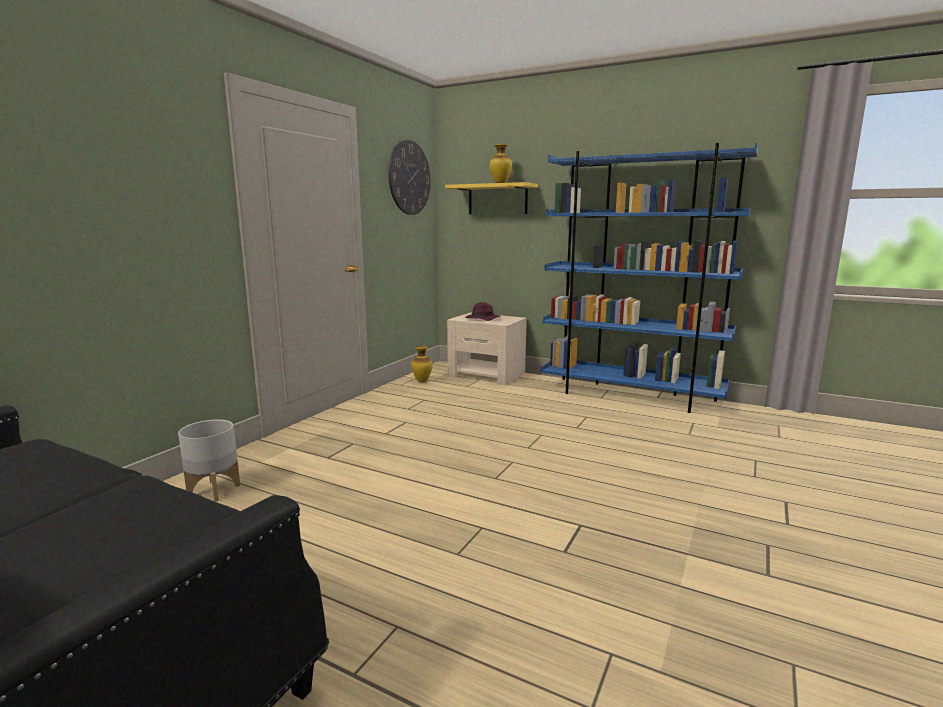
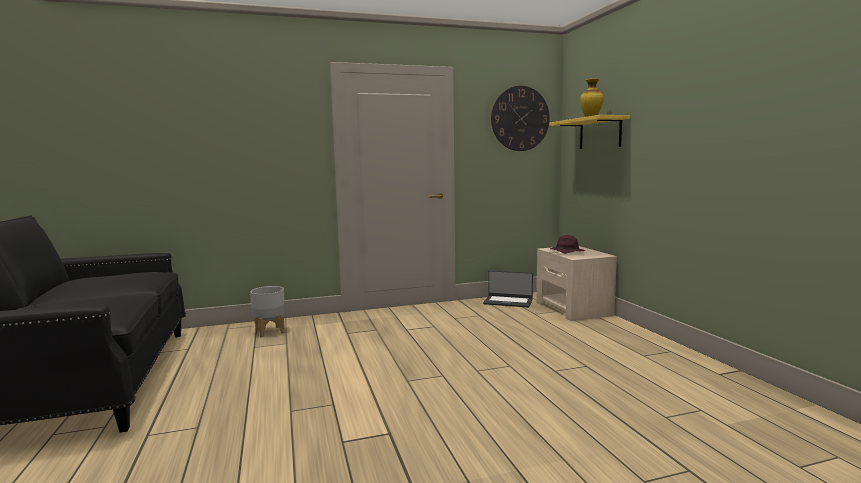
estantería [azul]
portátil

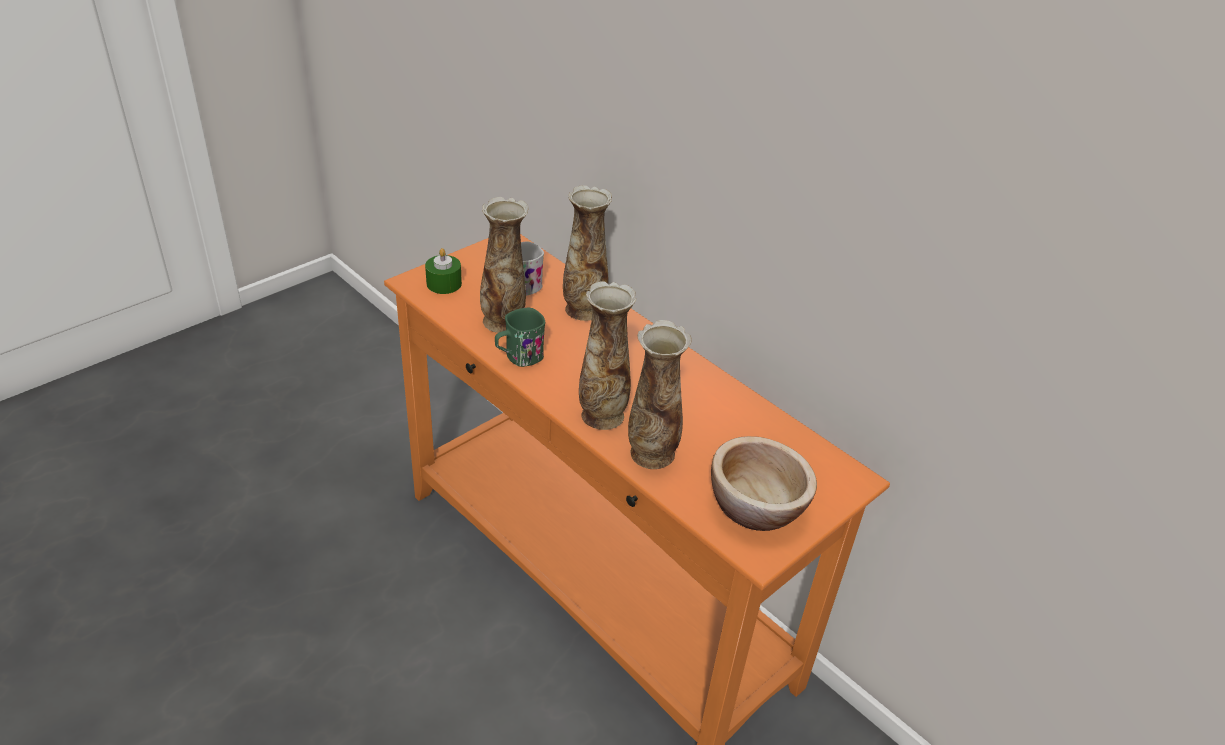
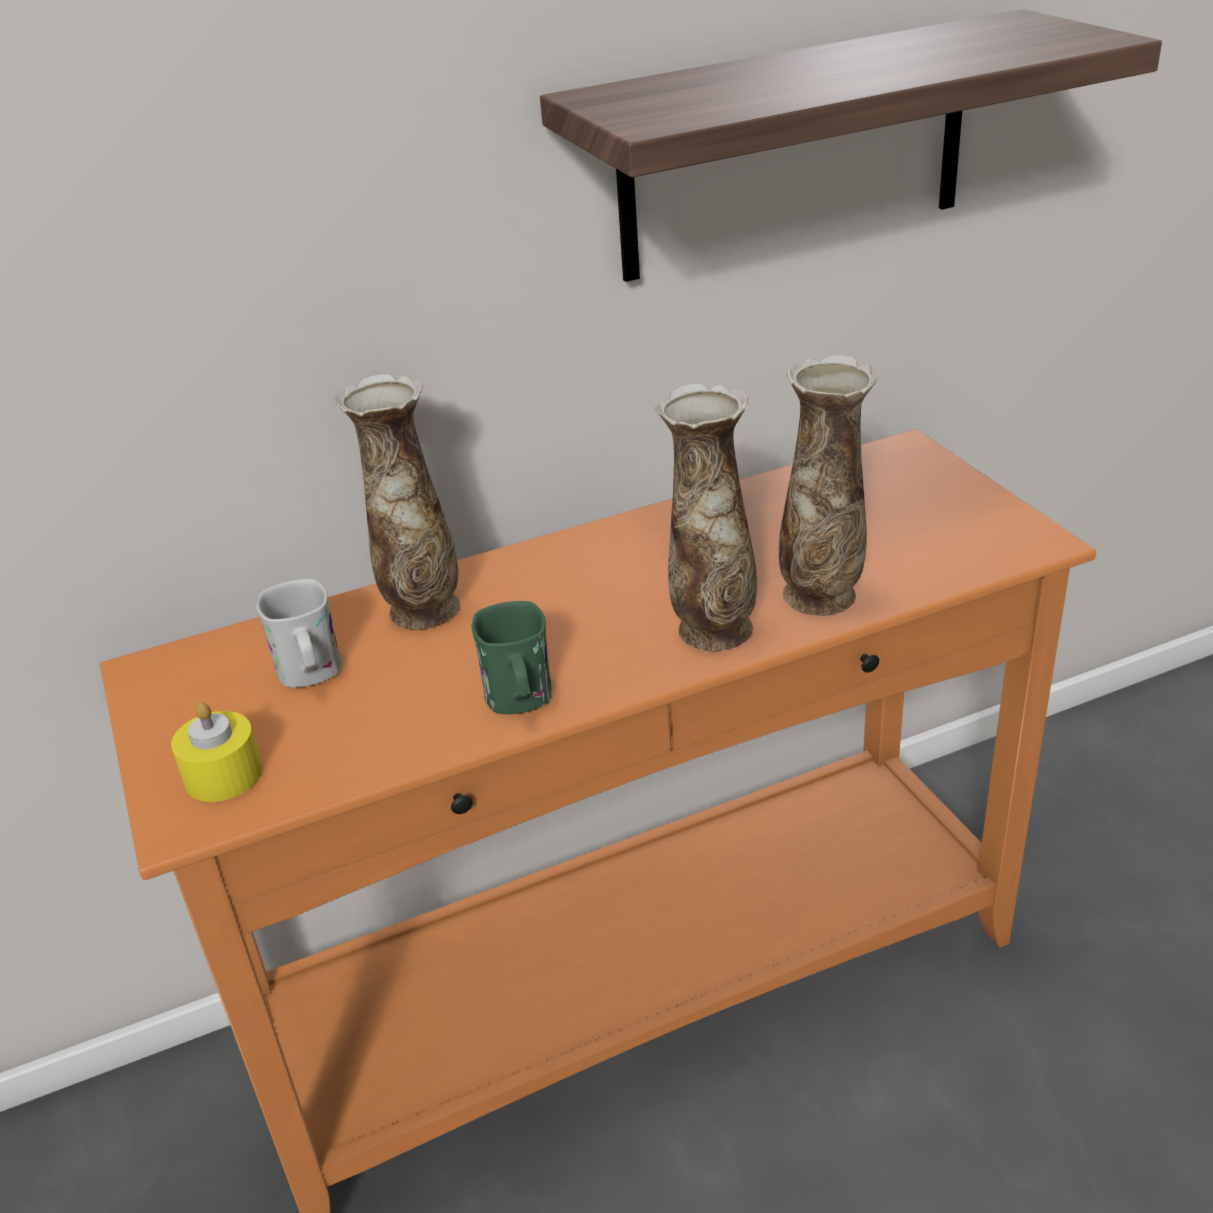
florero (no. 1 from left in the first image)
cuenco
estante
vela [amarillo]

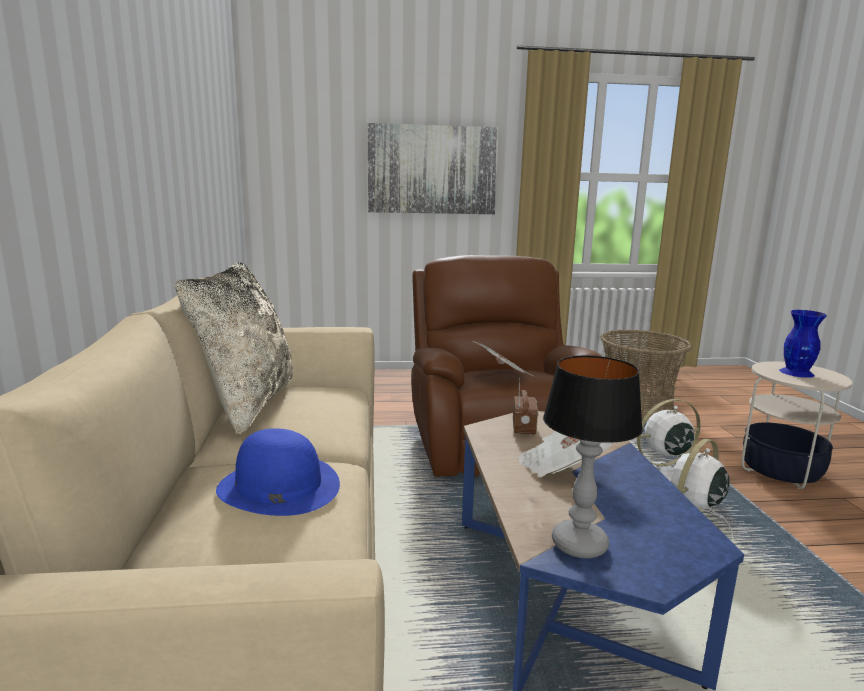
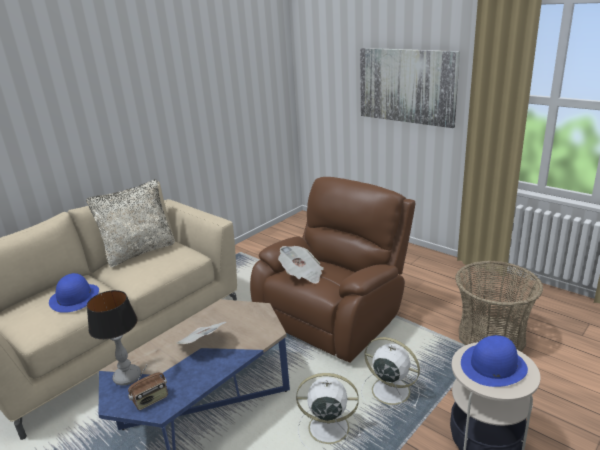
radio
sombrero [azul] (no. 2 from left)

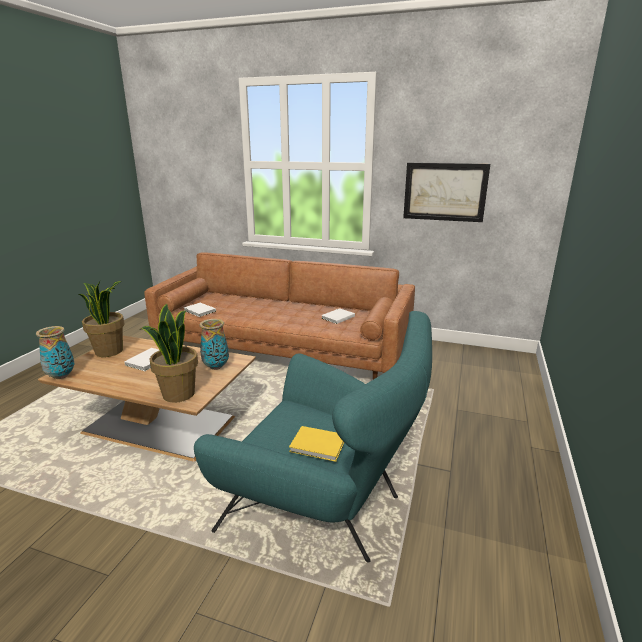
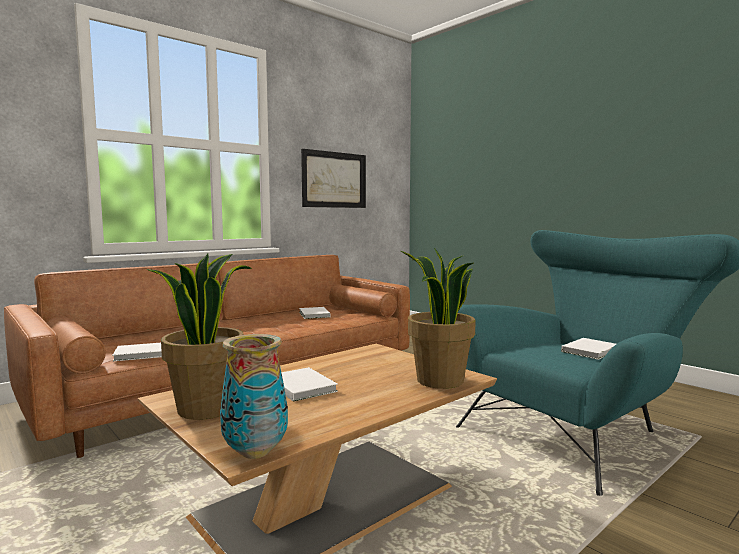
florero (no. 2 from left in the first image)
libro [blanco] (no. 4 from left)

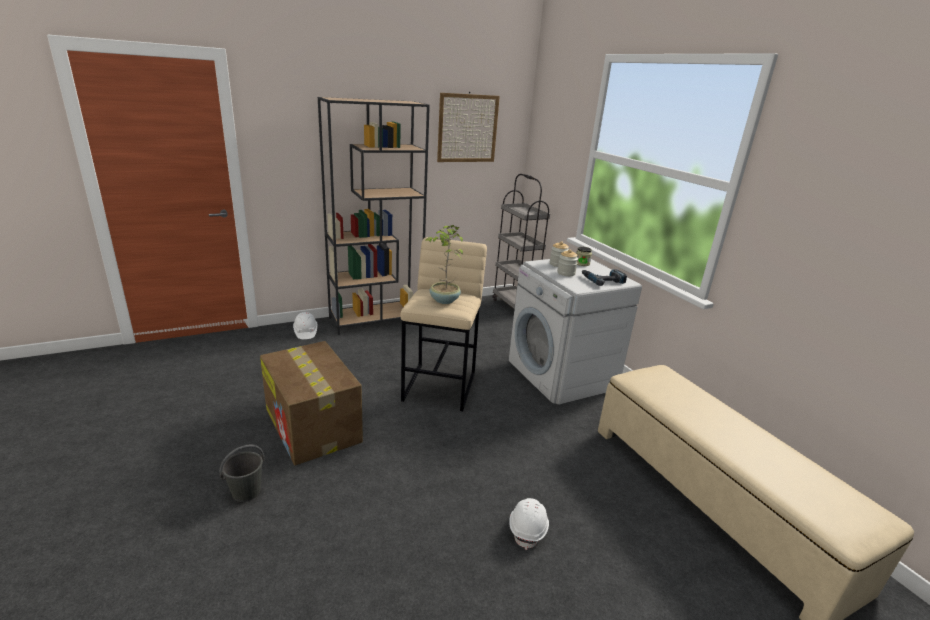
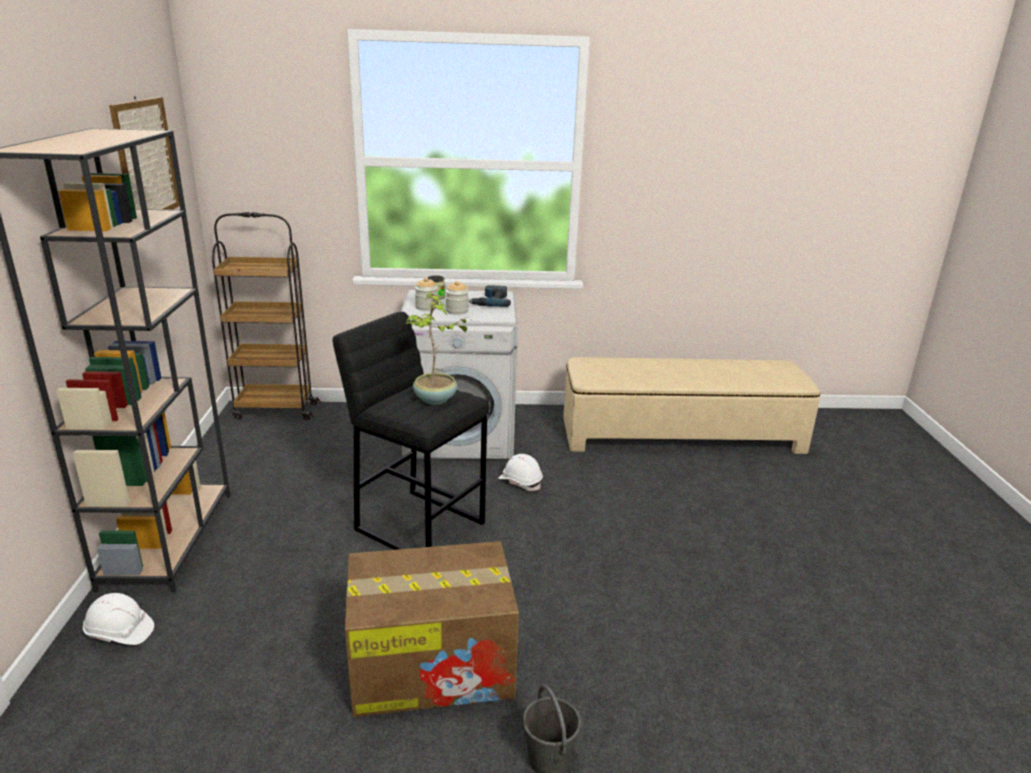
casco [blanco] (no. 2 from left)
taburete [negro]
carrito [marrón]

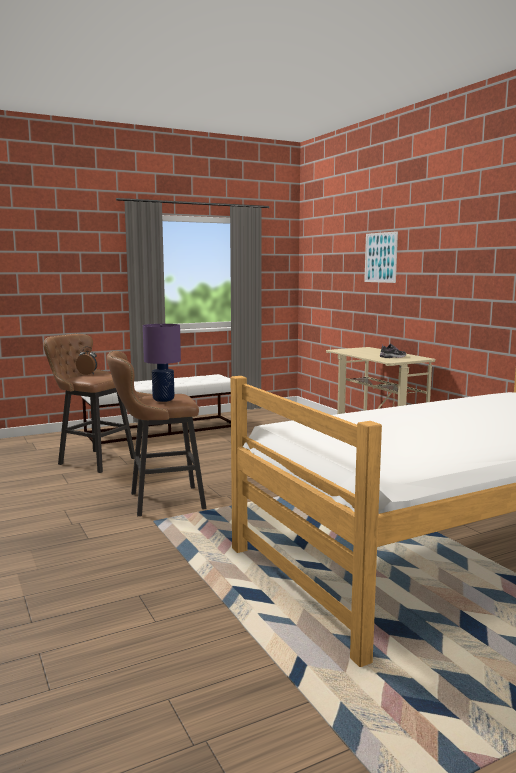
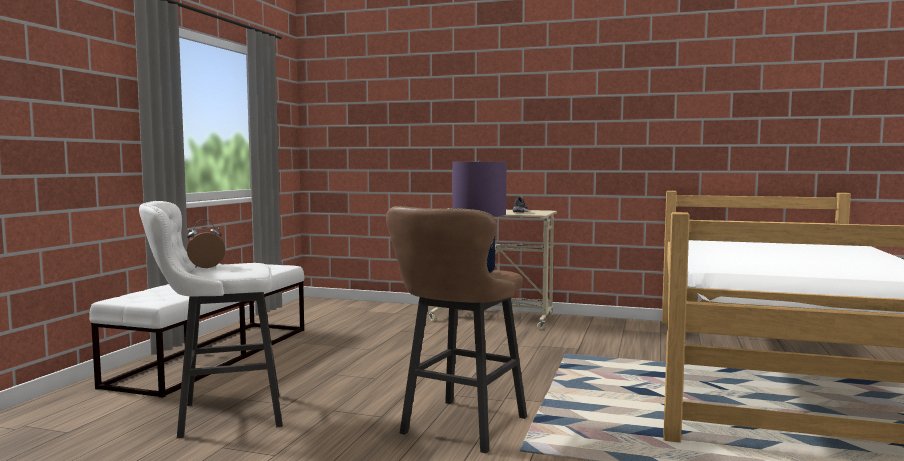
cuadro
taburete [blanco]

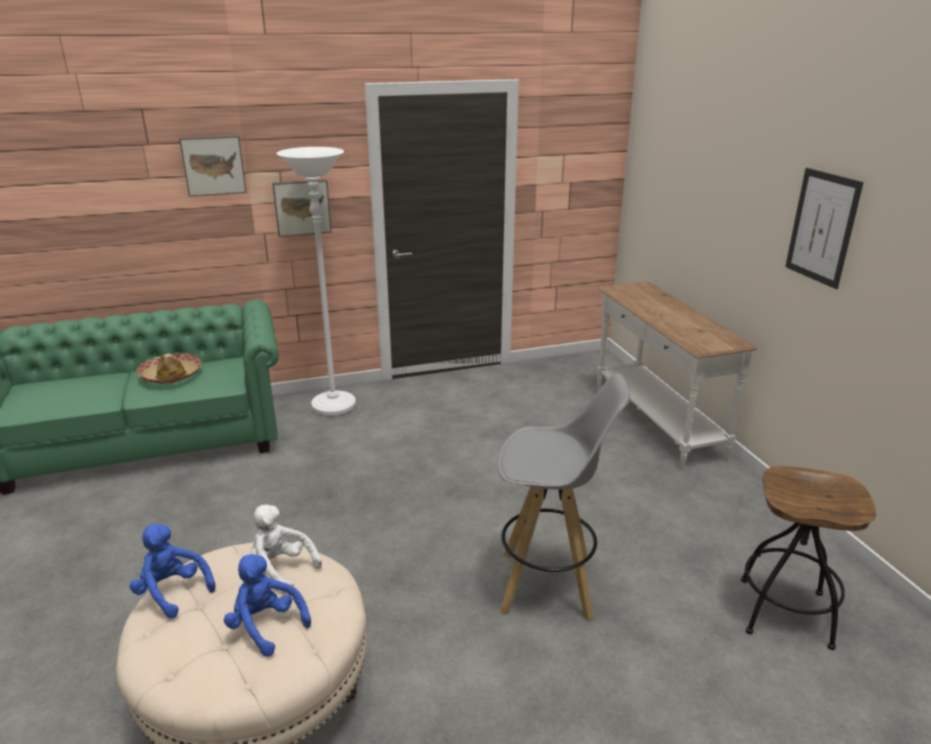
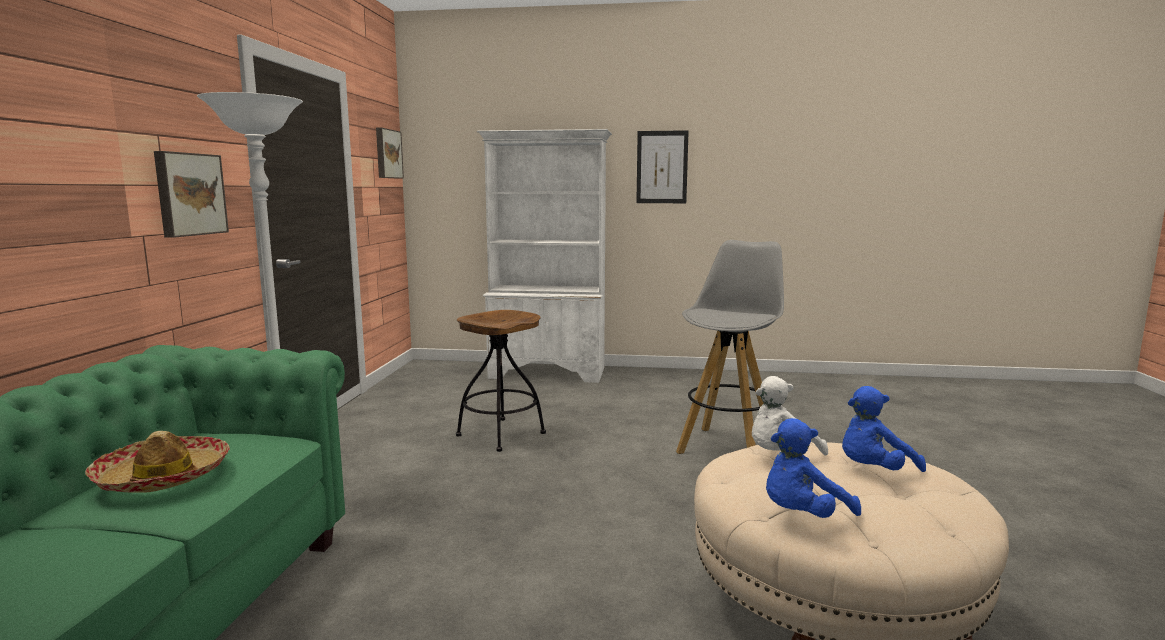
cuadro (no. 2 from left)
taburete [marrón]
estantería [blanco]

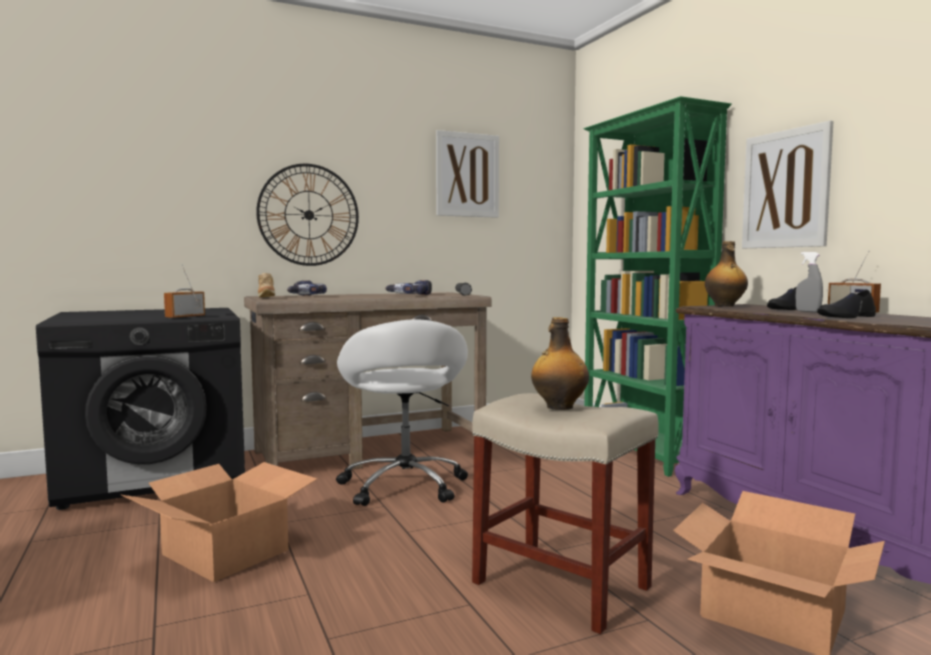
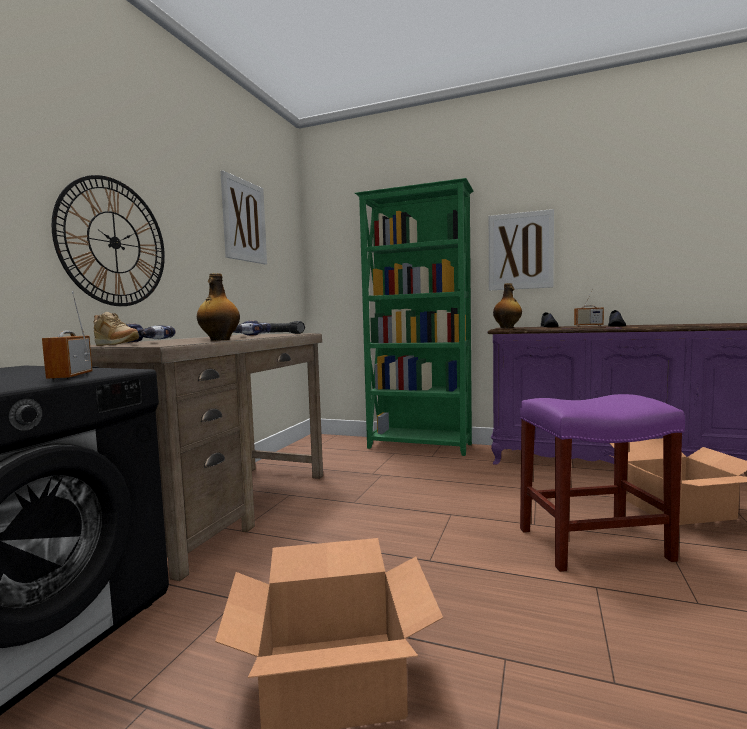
silla de oficina [blanco]
pulverizador [gris]
botella (no. 1 from left)
taburete [morado]

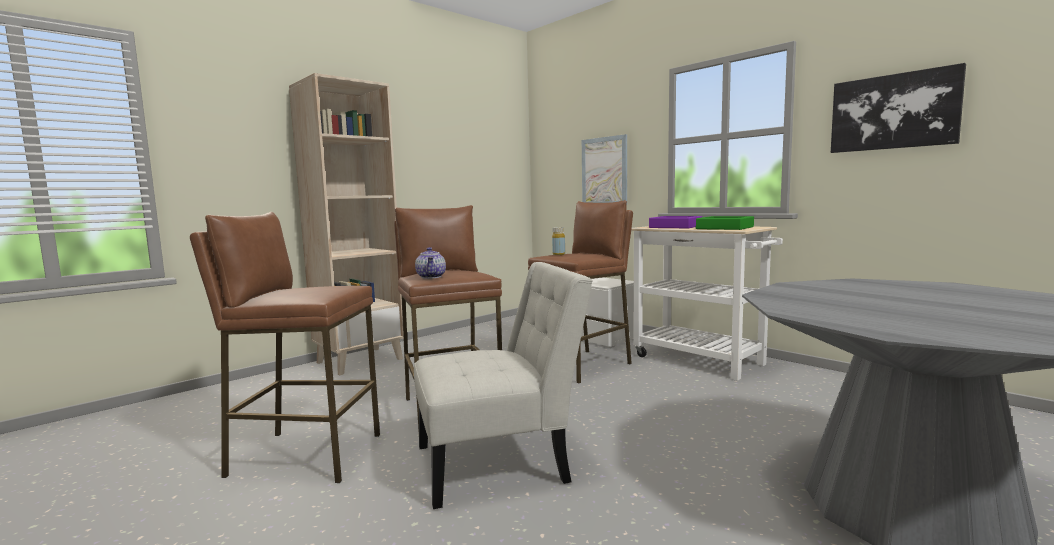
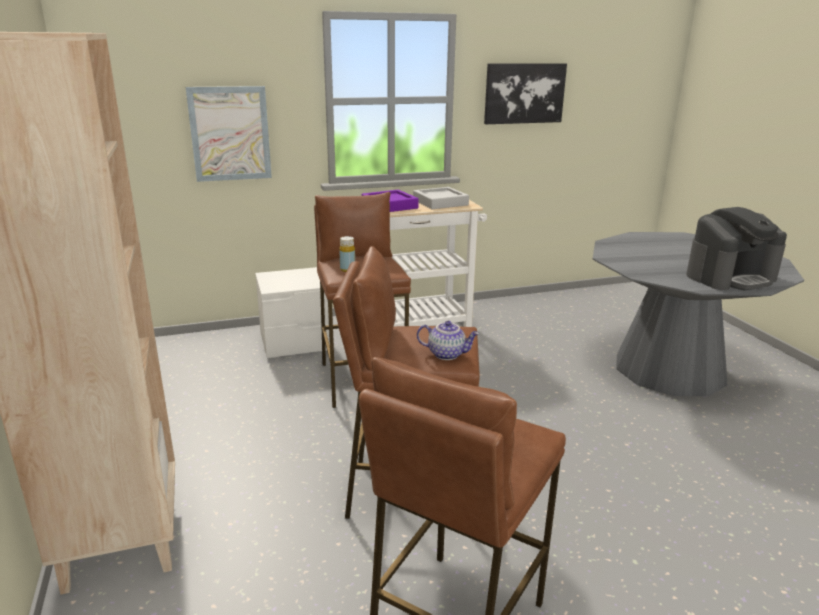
silla [blanco]
cafetera
bandeja [gris]

